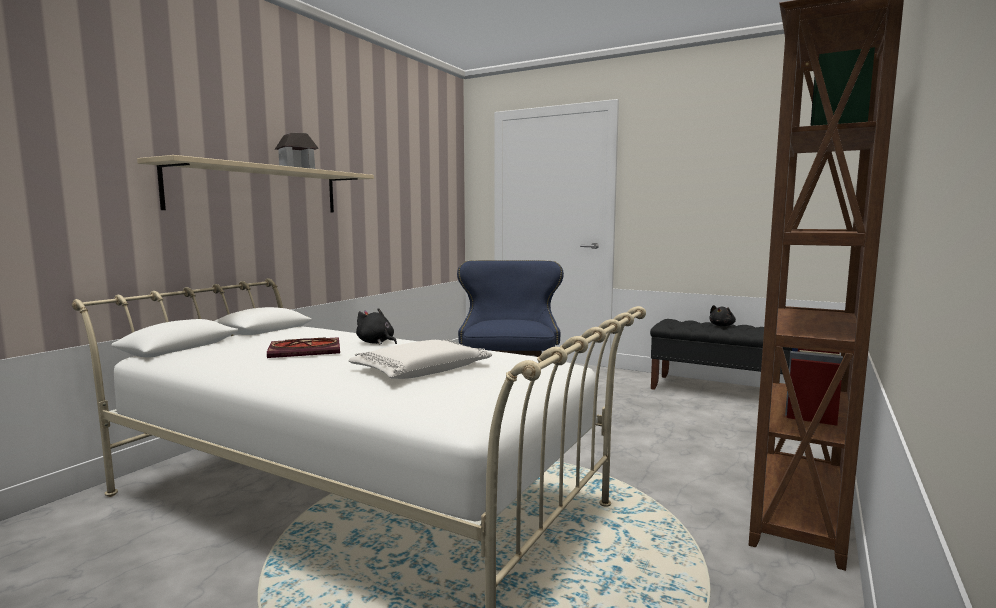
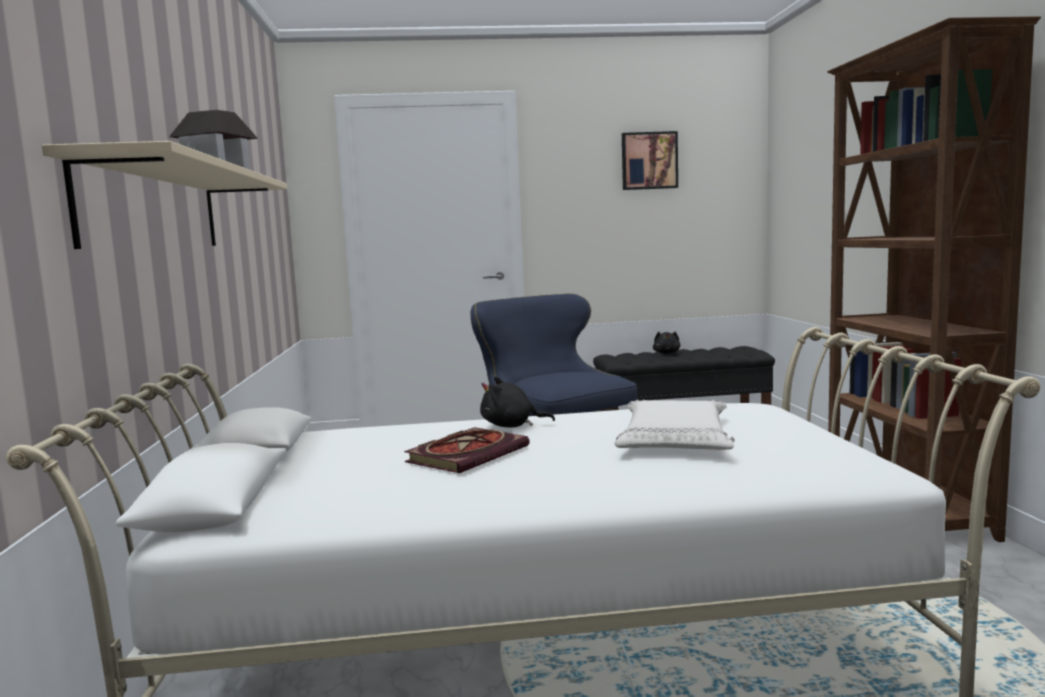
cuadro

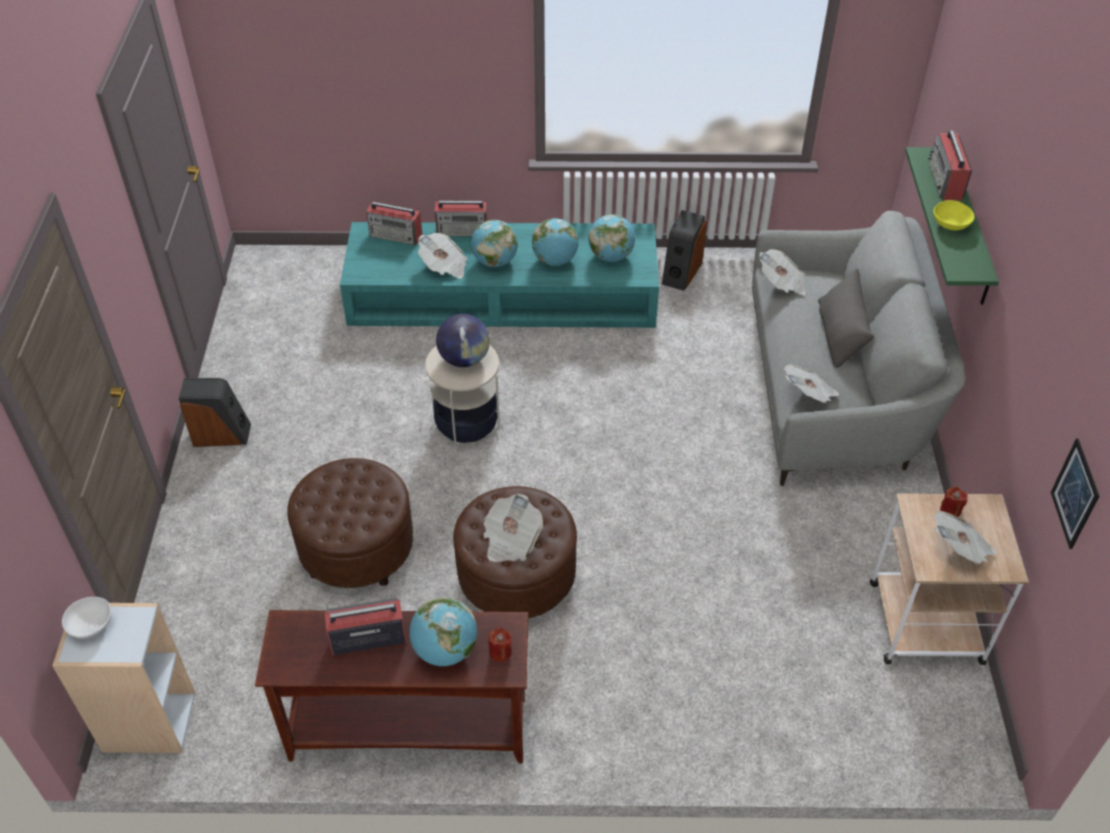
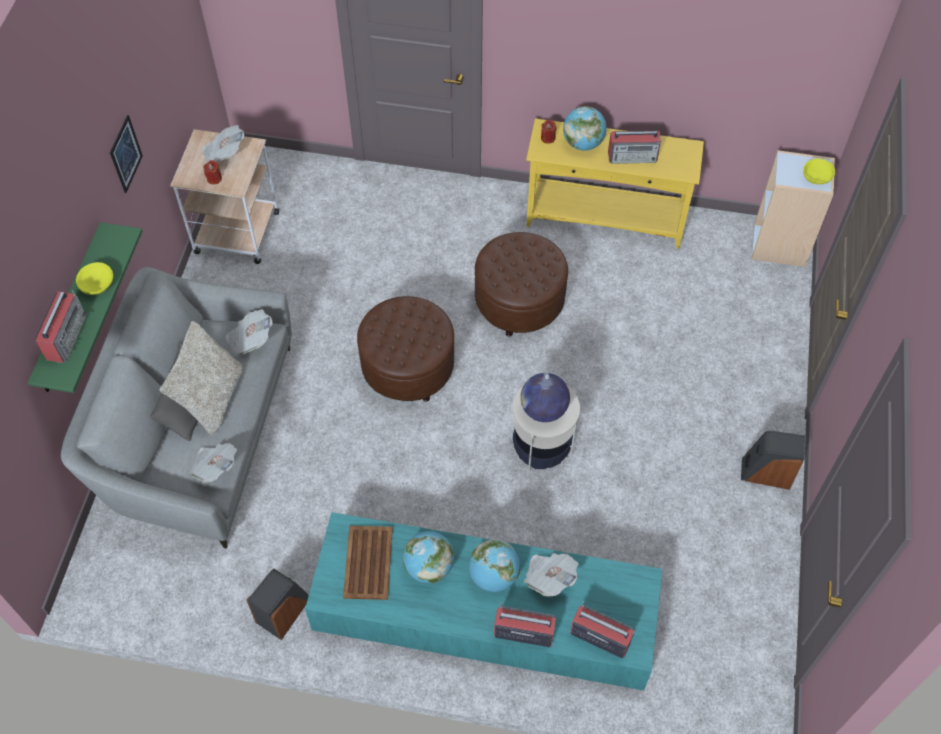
periódico (no. 2 from left in the first image)
cojín [beis]
puf [marrón] (no. 1 from left)
cuadro
bandeja [marrón]
cuenco [amarillo] (no. 2 from left)
mesa consola [amarillo]

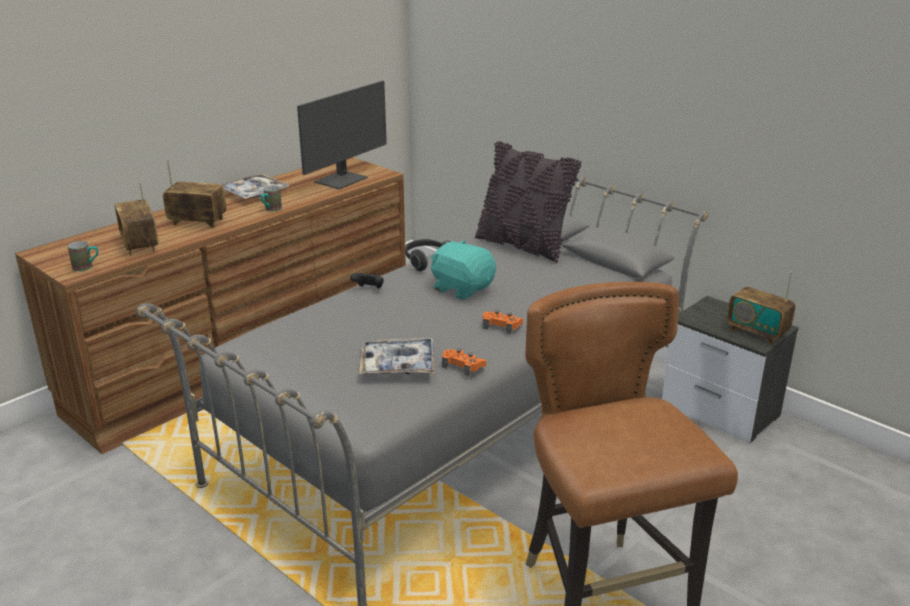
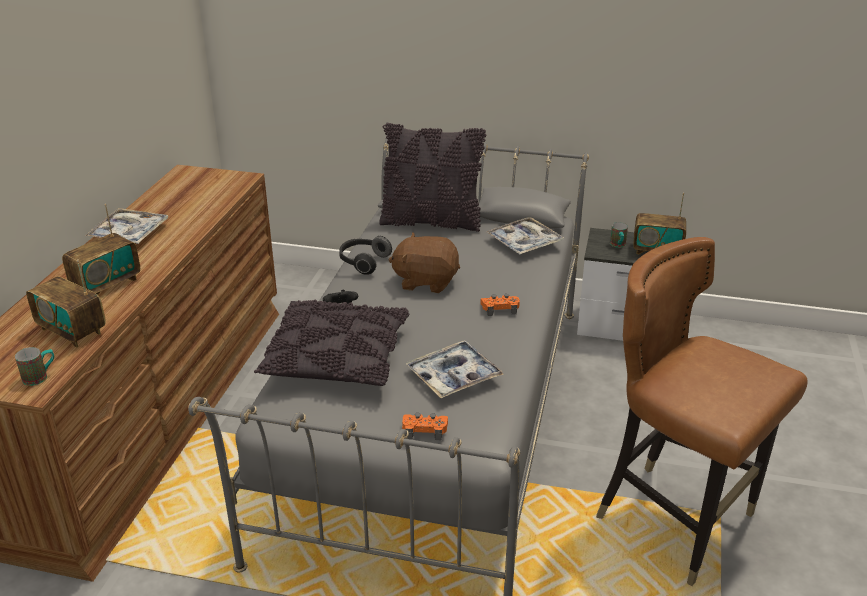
monitor
cojín [negro] (no. 1 from left)
bandeja (no. 3 from left)
taza grande (no. 2 from left)
mando de consola [naranja] (no. 1 from left)
peluche [marrón]
radio (no. 2 from left)

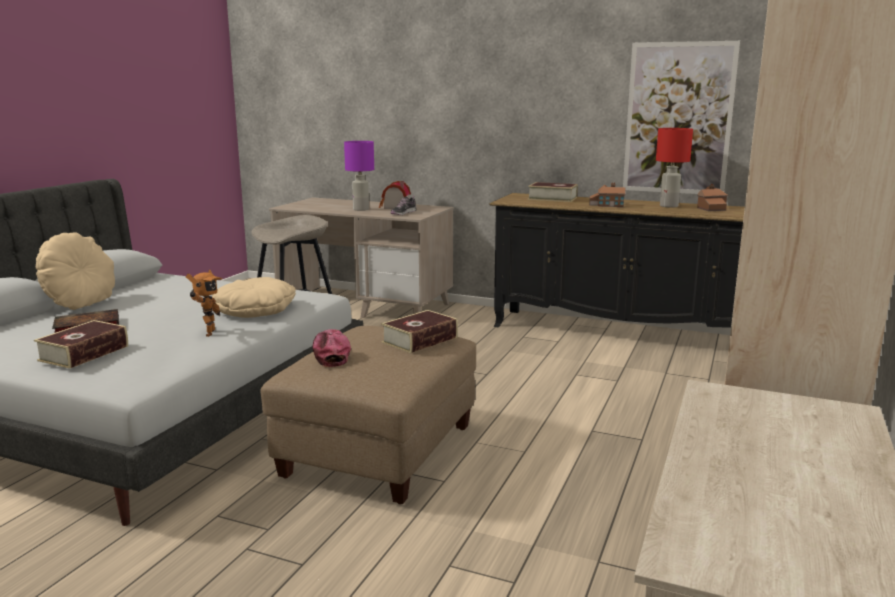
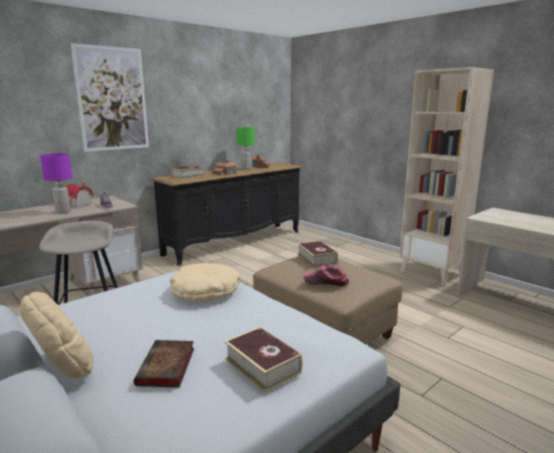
robot de juguete
cuadro
lámpara de mesa [verde]

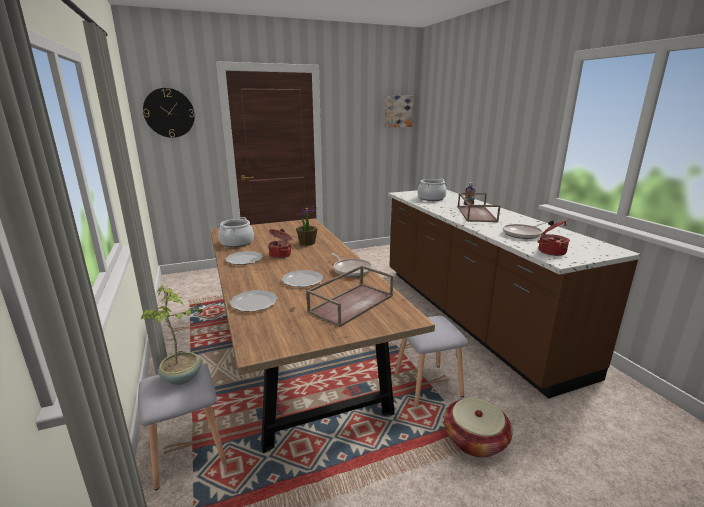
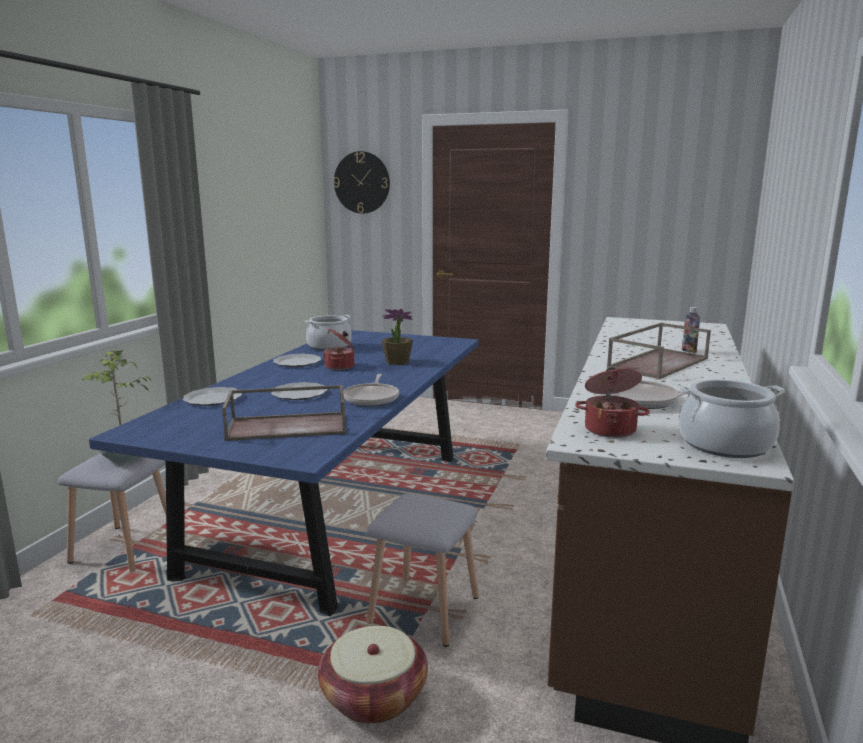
cuadro
olla (no. 4 from left)
mesa de comedor [azul]

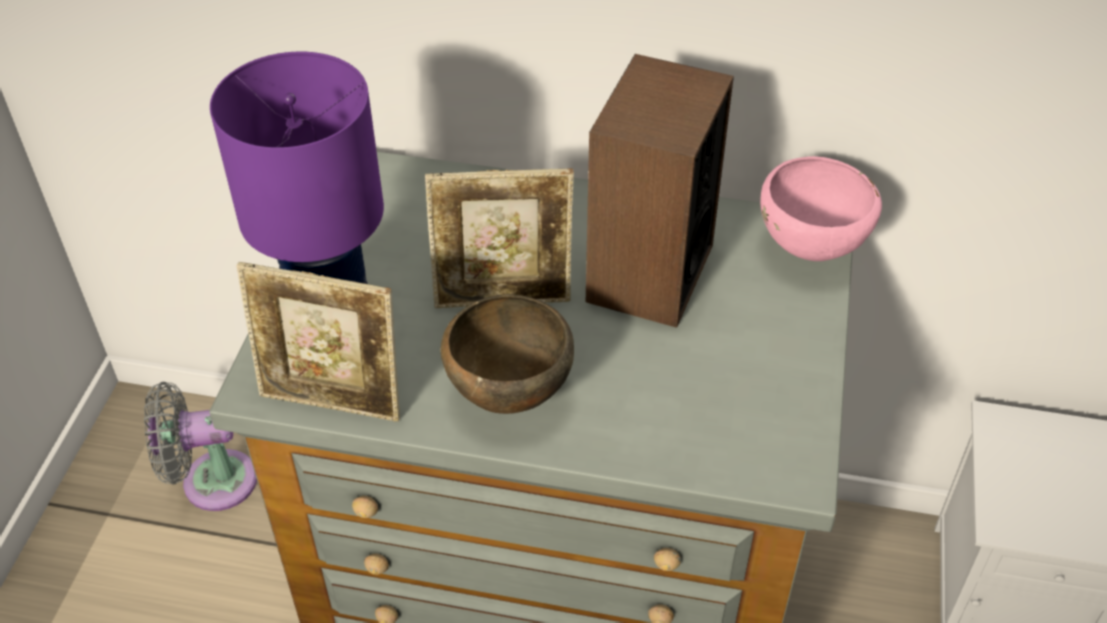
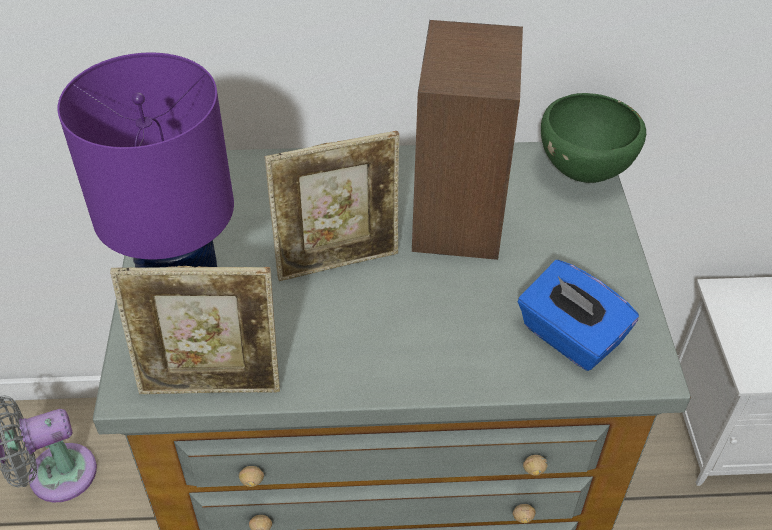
cuenco [marrón]
caja de pañuelos [azul]
cuenco [verde]

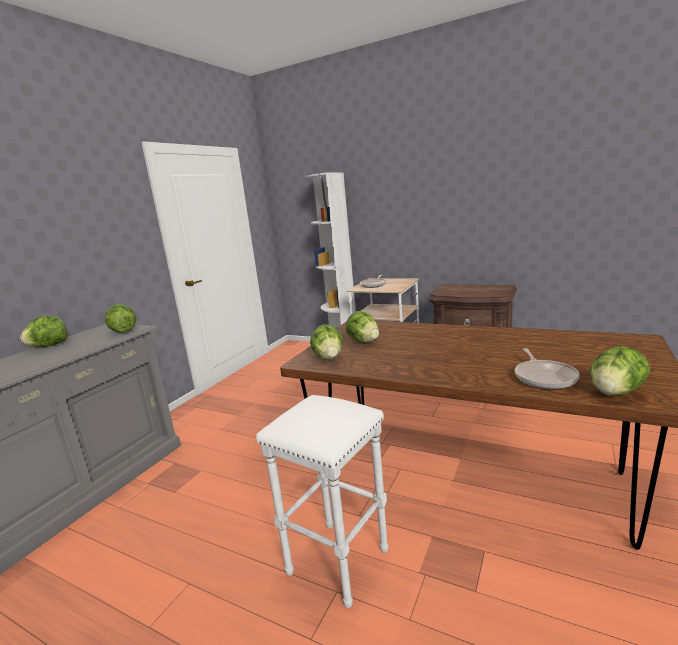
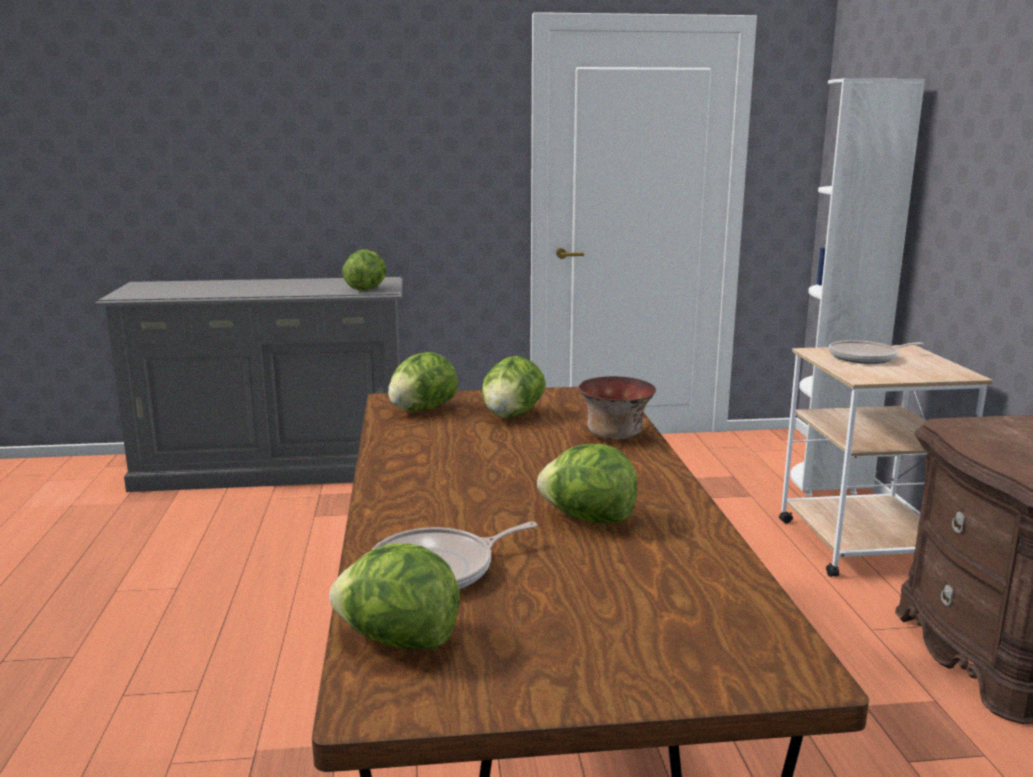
taburete [blanco]
cuenco
lechuga (no. 5 from left)

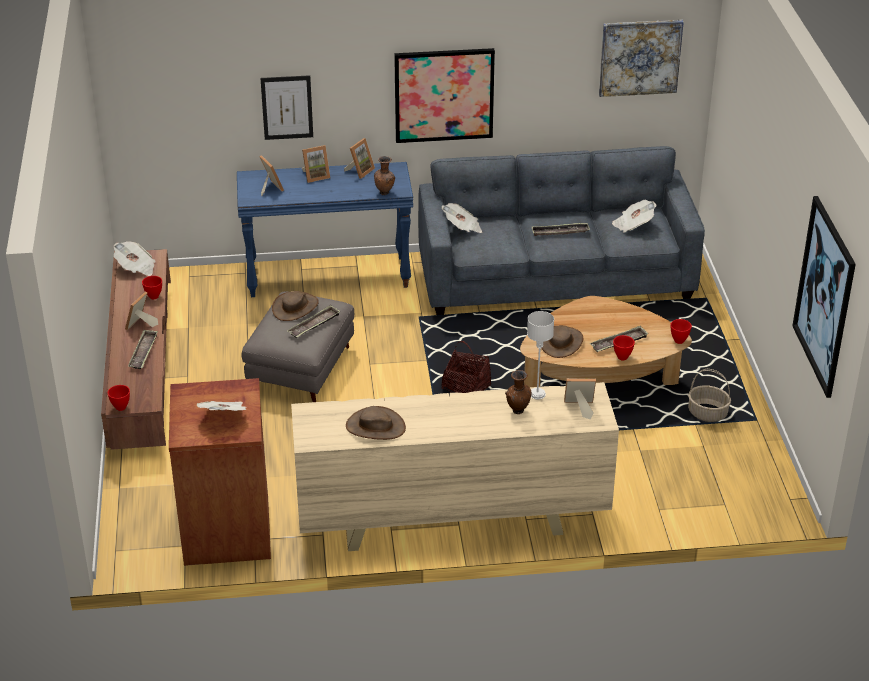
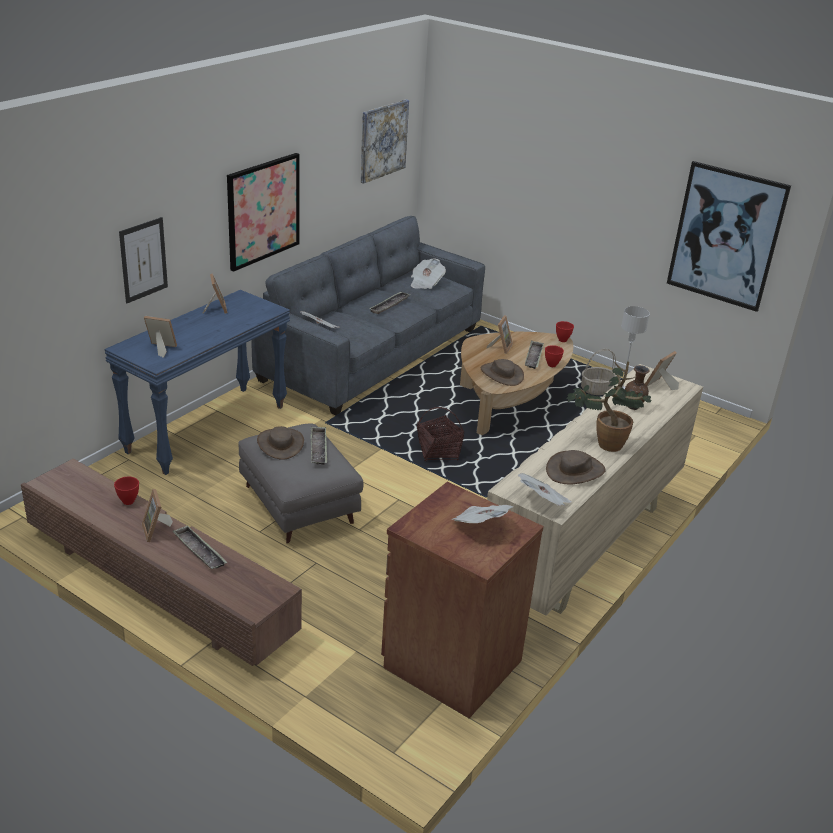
cuenco [rojo] (no. 1 from left in the first image)
florero [marrón] (no. 1 from left in the first image)
planta en maceta
periódico (no. 4 from left)
portarretratos (no. 4 from left)

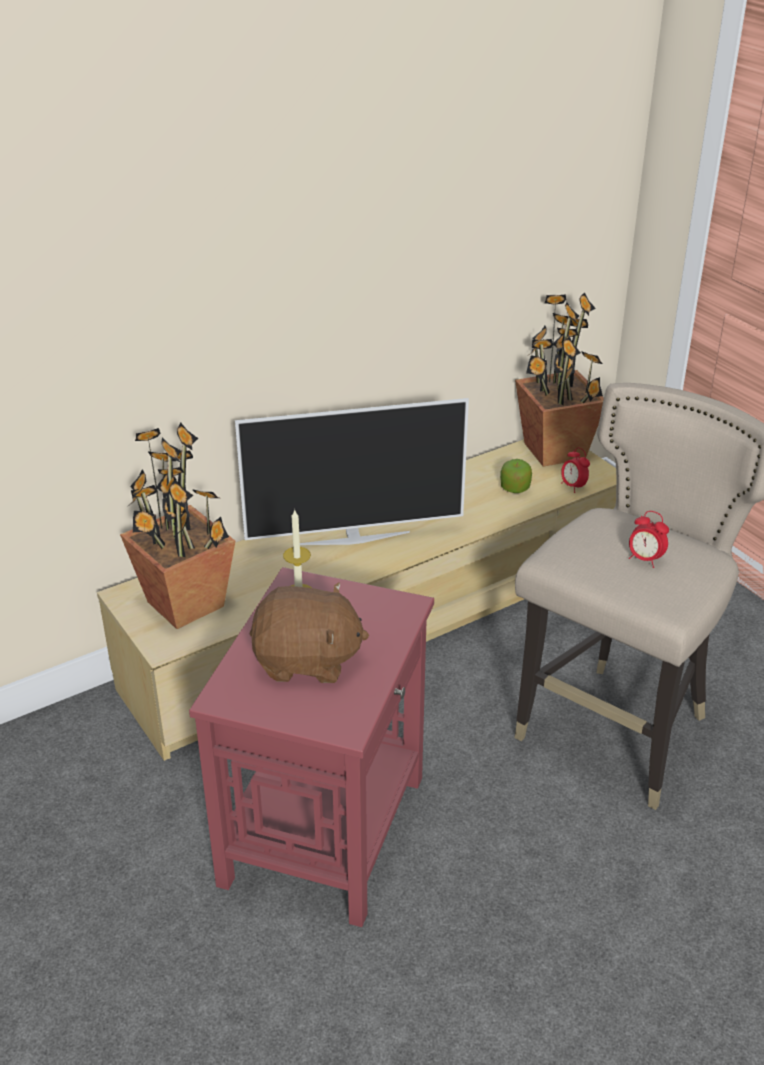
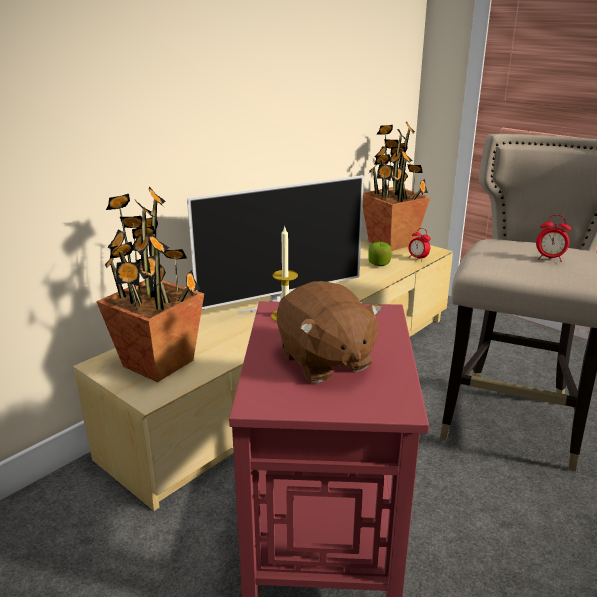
peluche [marrón]

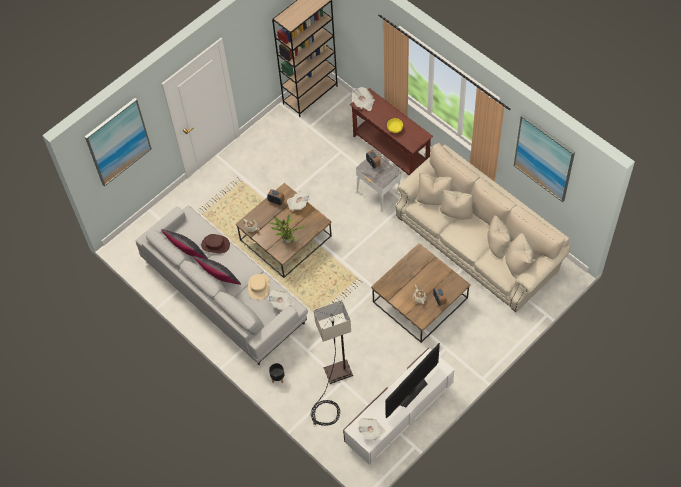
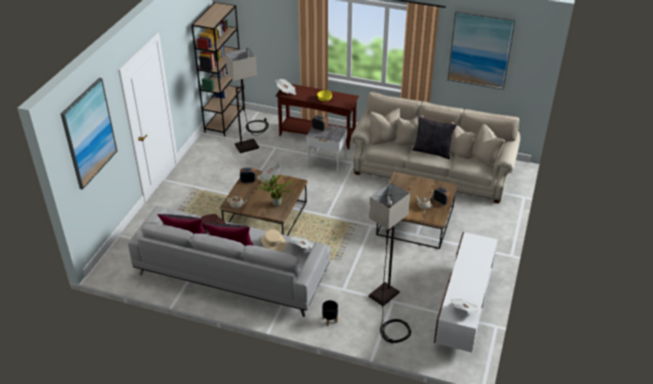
televisor
lámpara de pie (no. 1 from left)
cojín [negro] (no. 3 from left)

